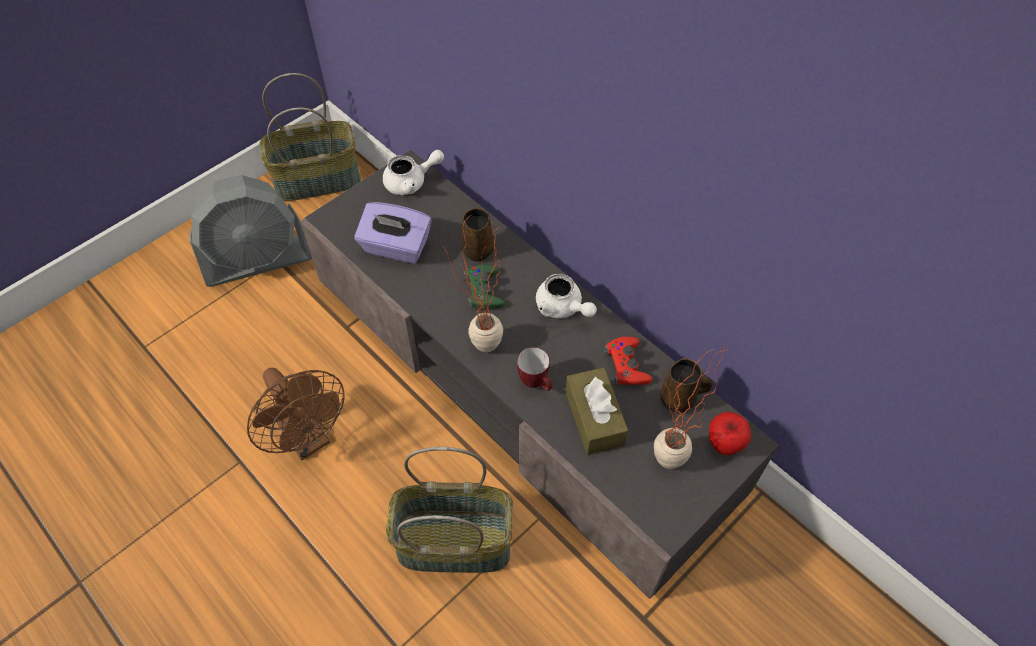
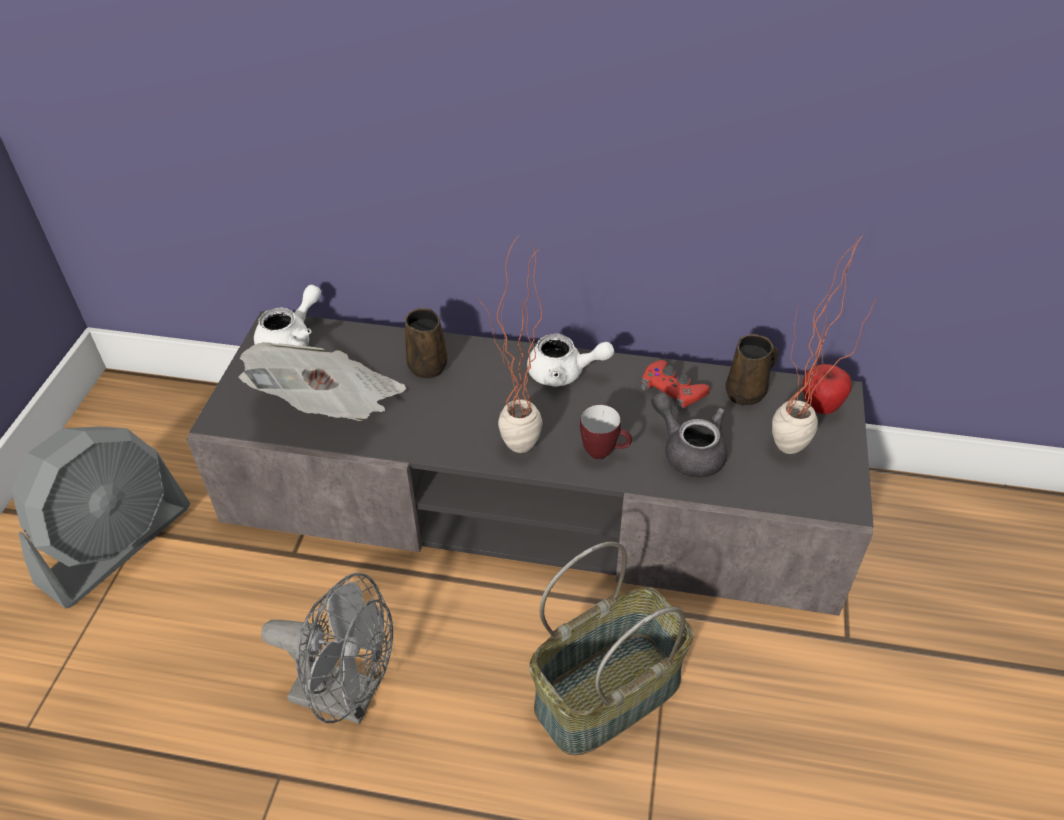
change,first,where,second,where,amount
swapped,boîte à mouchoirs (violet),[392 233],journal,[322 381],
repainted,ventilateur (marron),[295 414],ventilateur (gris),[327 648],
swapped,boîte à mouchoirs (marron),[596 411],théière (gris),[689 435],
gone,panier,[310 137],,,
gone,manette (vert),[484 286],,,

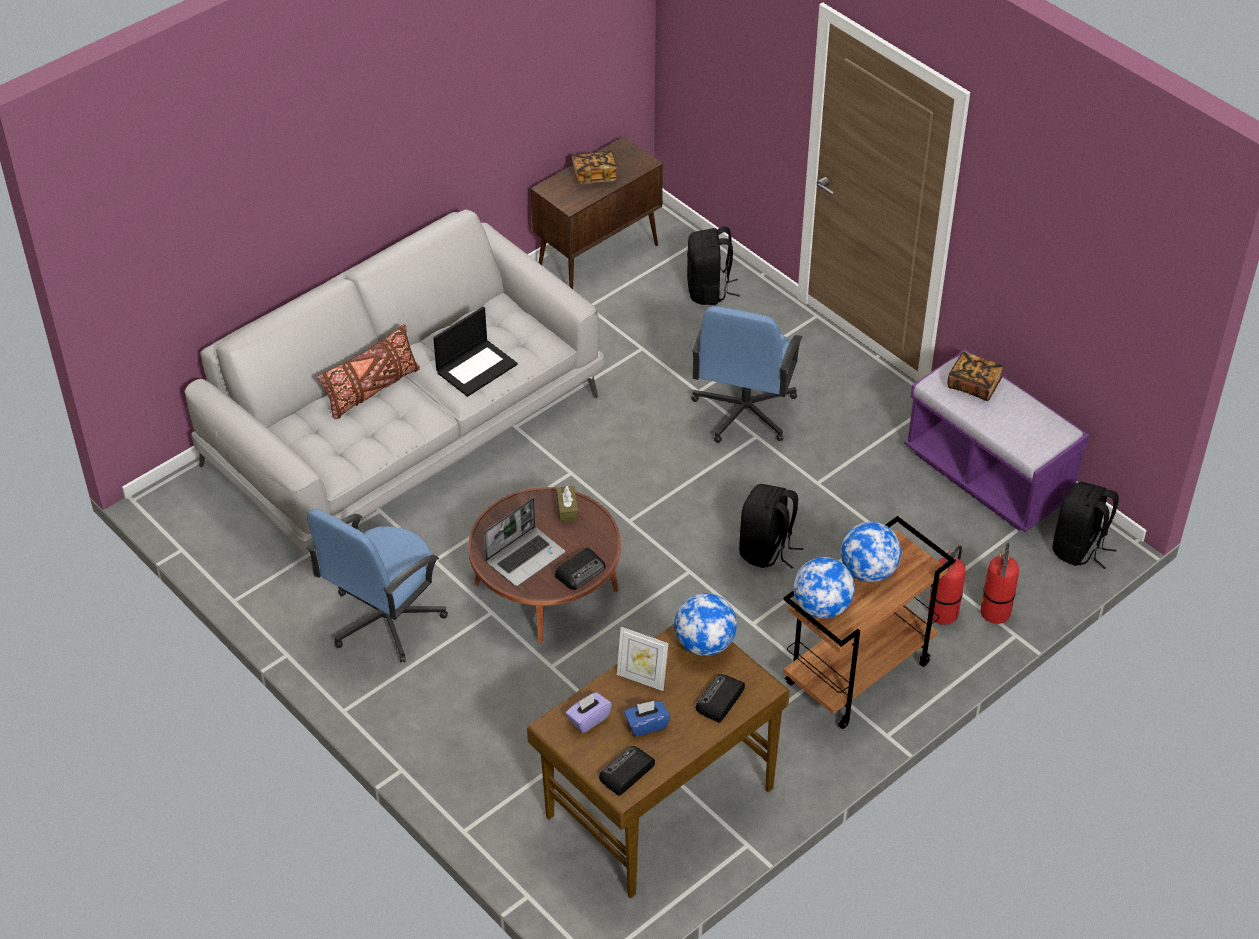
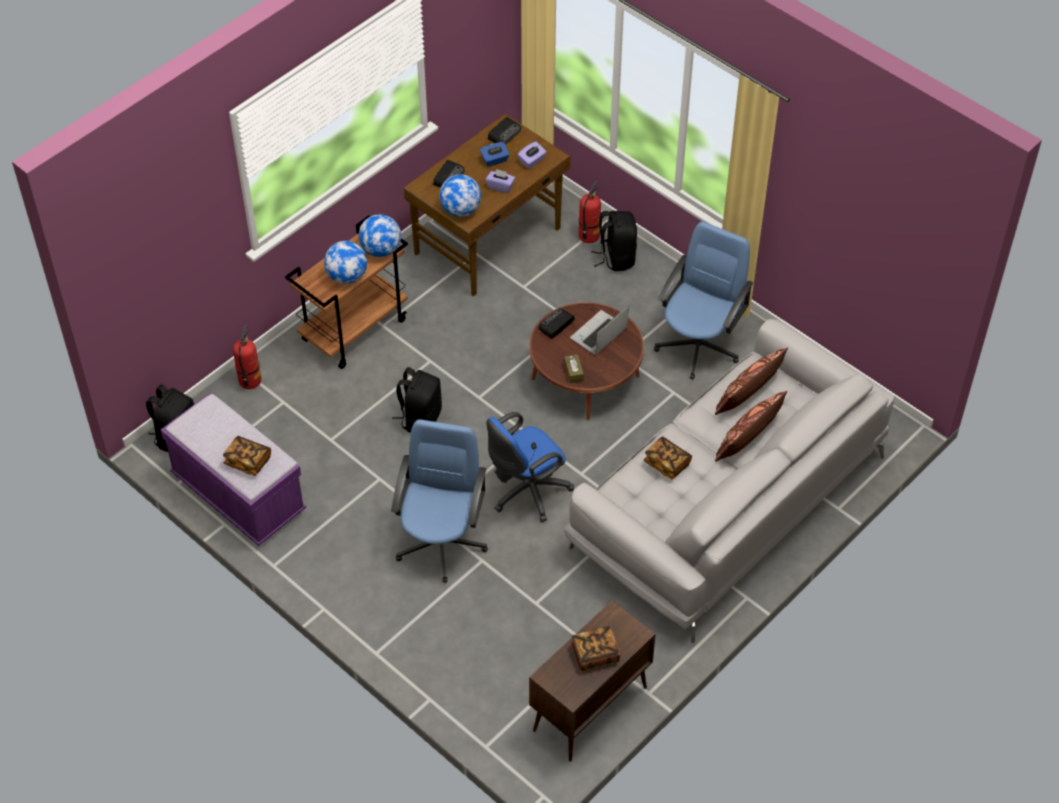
change,first,where,second,where,amount
swapped,cadre photo,[643 659],boîte à mouchoirs (violet),[500 181],
new,,,chaise de bureau (bleu),[530 467],
shifted,extincteur,[947 585],,[590 212],
shifted,sac à dos (noir),[713 265],,[614 241],
swapped,ordinateur portable,[475 351],livre,[668 458],
new,,,coussin (marron),[751 381],

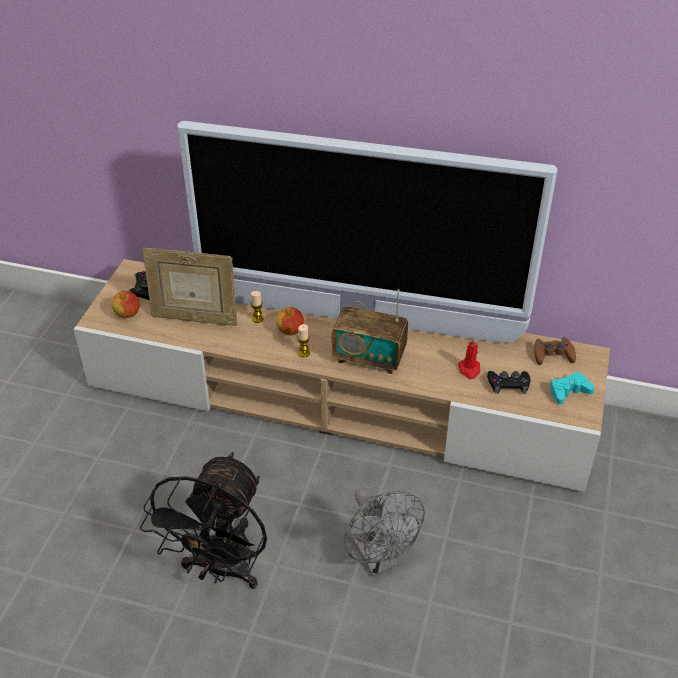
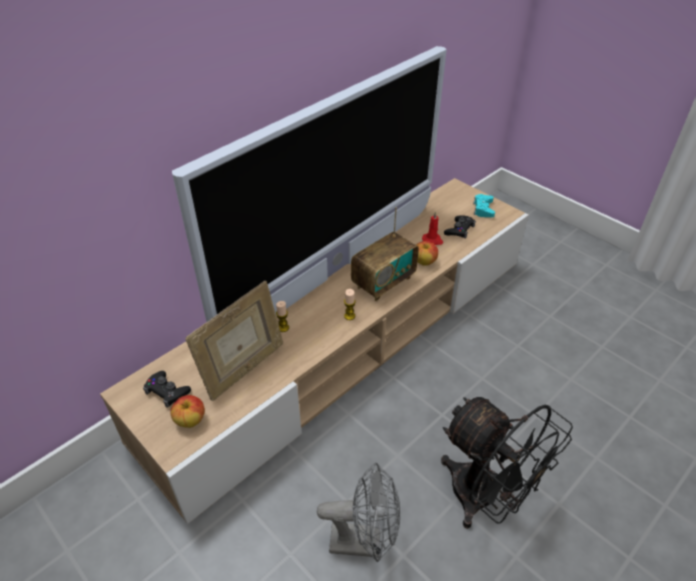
change,first,where,second,where,amount
shifted,ventilateur (gris),[385 532],,[358 512],
shifted,pomme,[290 321],,[427 253],
gone,manette (marron),[555 351],,,

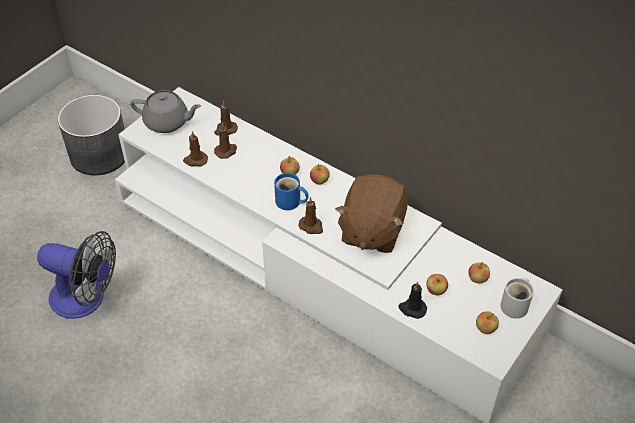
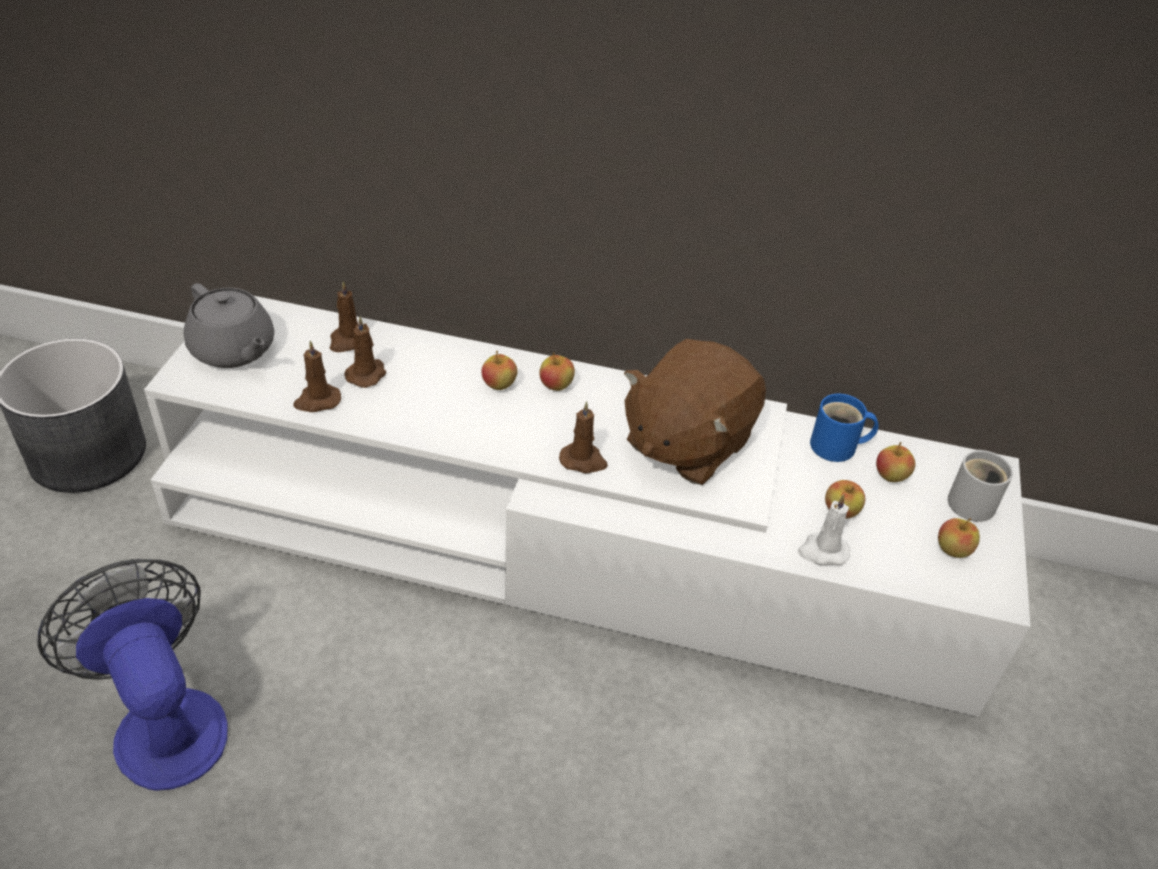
change,first,where,second,where,amount
rotated,ventilateur,[76 275],,[132 675],120 degrees counterclockwise
rotated,théière (gris),[165 111],,[229 325],60 degrees clockwise
rotated,peluche (marron),[371 213],,[695 412],45 degrees clockwise
repainted,bougie (noir),[412 300],bougie (blanc),[824 530],
shifted,mug (bleu),[291 191],,[844 428],

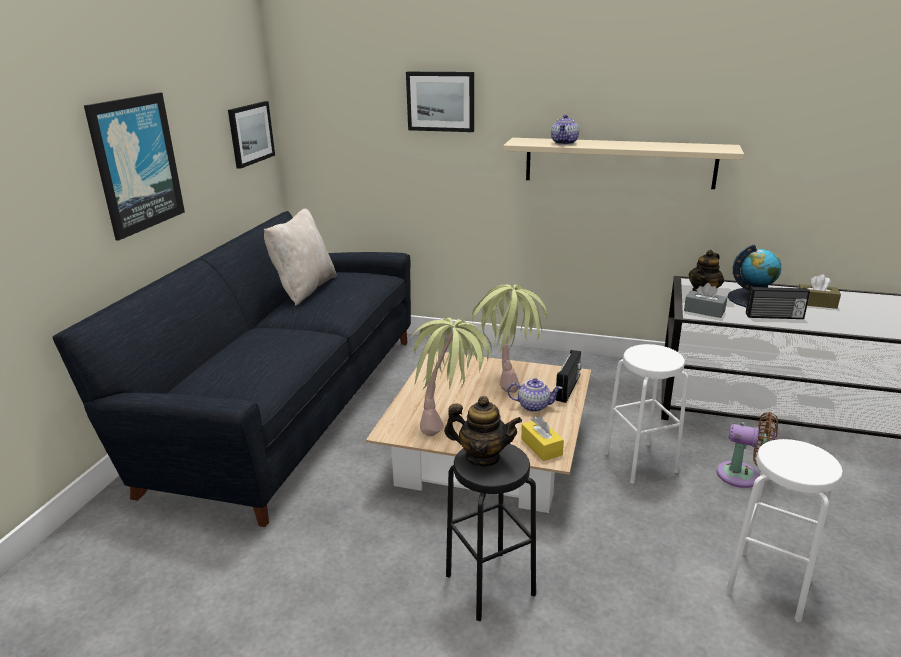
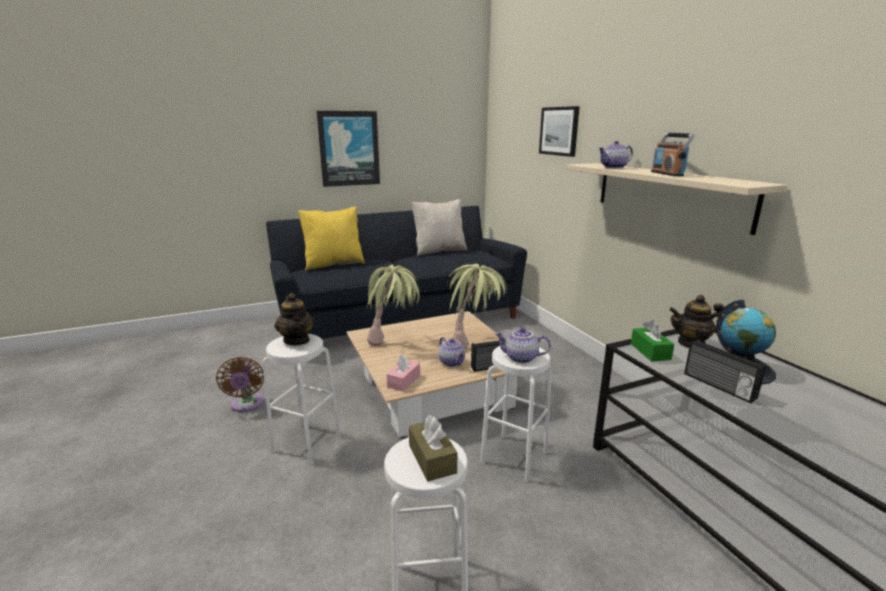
change,first,where,second,where,amount
shifted,ventilateur (marron),[747 450],,[240 384],
repainted,tabouret (noir),[491 532],tabouret (blanc),[301 399],
new,,,coussin (jaune),[331 238],
repainted,boîte à mouchoirs (jaune),[542 438],boîte à mouchoirs (rose),[403 373],
shifted,boîte à mouchoirs (marron),[819 291],,[433 448],
new,,,théière,[522 345],
repainted,boîte à mouchoirs (gris),[705 300],boîte à mouchoirs (vert),[652 341],
new,,,radio,[673 154],
gone,tableau,[251 135],,,

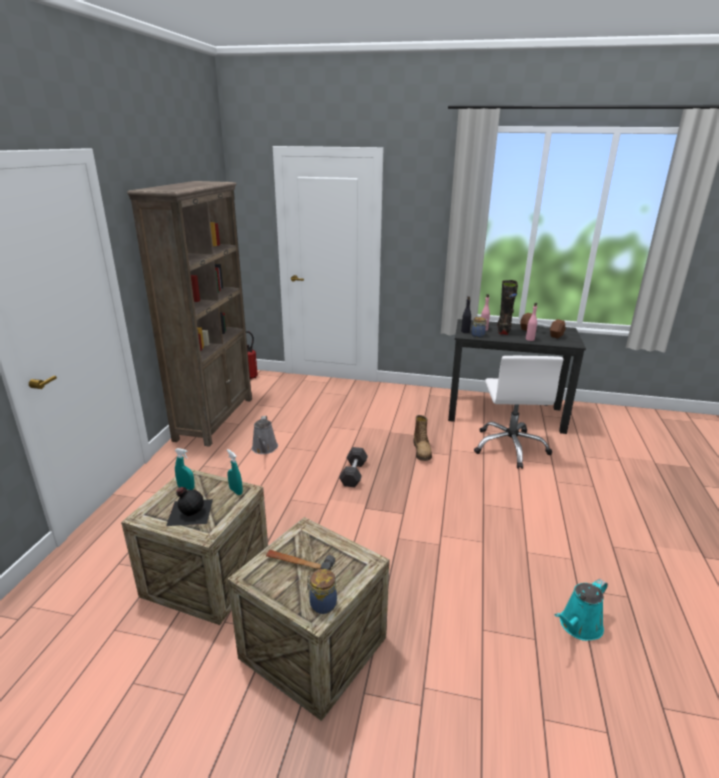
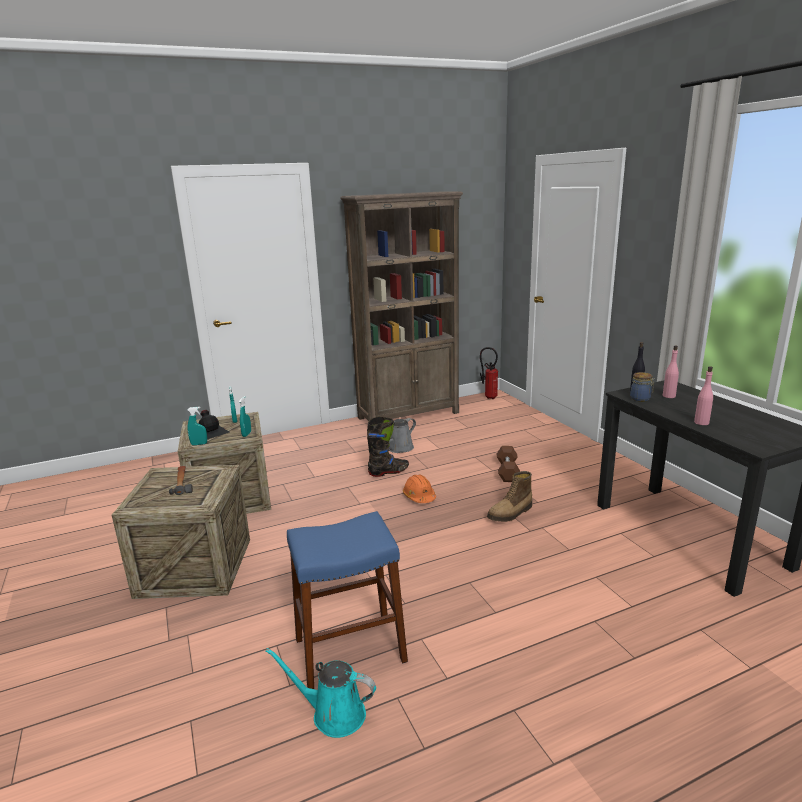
change,first,where,second,where,amount
new,,,vaporisateur (turquoise),[197 426],
new,,,tabouret (bleu),[347 600],
shifted,botte (noir),[507 307],,[388 446],
swapped,haltère (gris),[353 467],casque de chantier (orange),[419 488],
shifted,haltère (marron),[543 325],,[508 464],
gone,bocal,[322 591],,,
gone,chaise de bureau (blanc),[519 412],,,

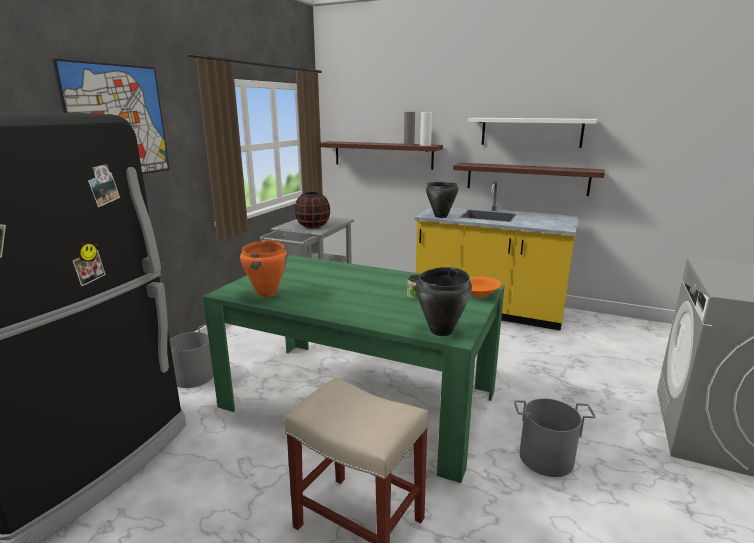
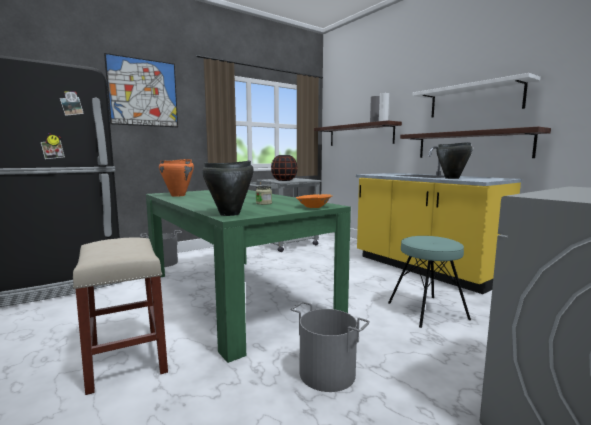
change,first,where,second,where,amount
new,,,tabouret (turquoise),[429 282],
shifted,marmite (noir),[442 200],,[454 160],

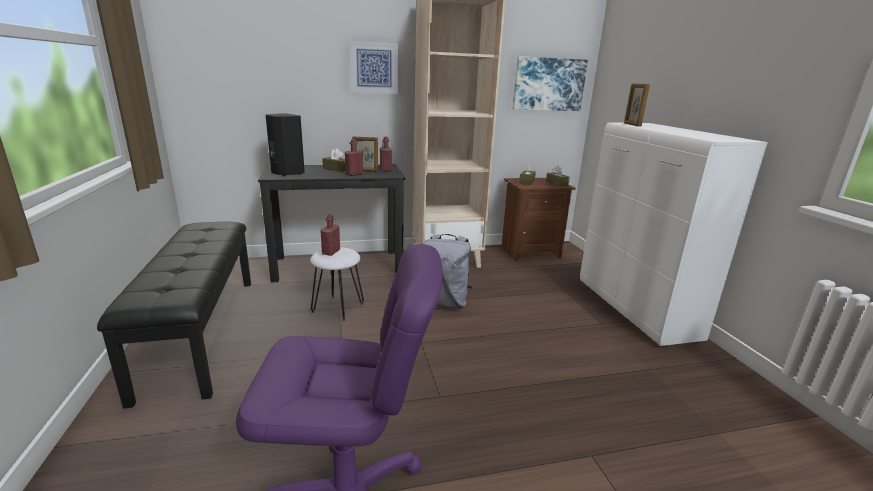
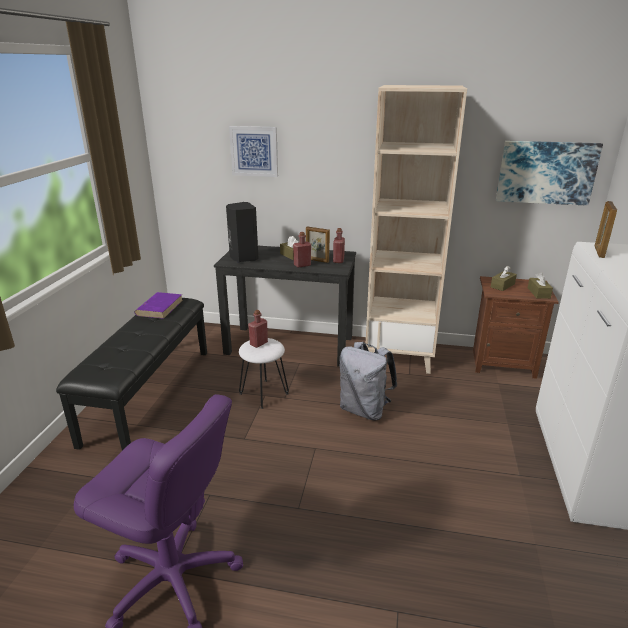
change,first,where,second,where,amount
new,,,livre (violet),[158 305],
shifted,tableau,[373 67],,[253 151],

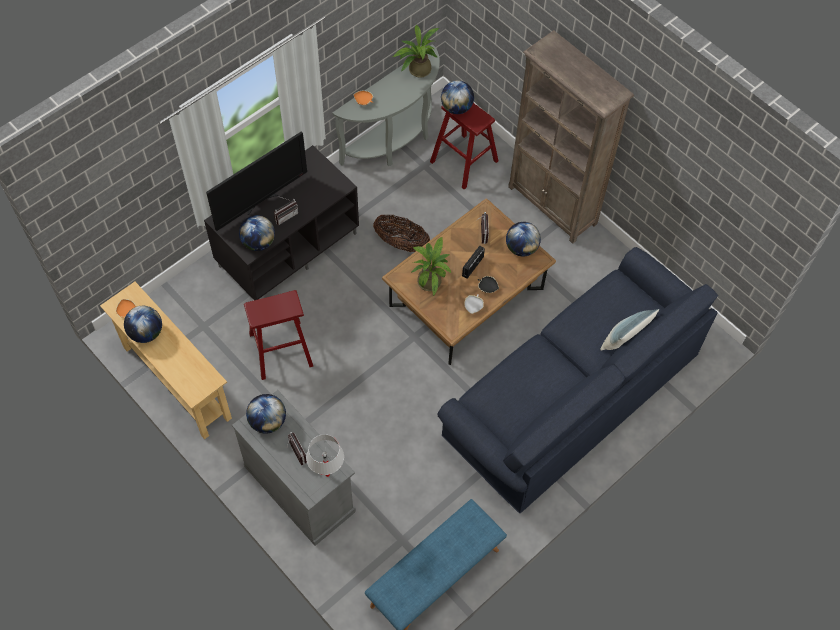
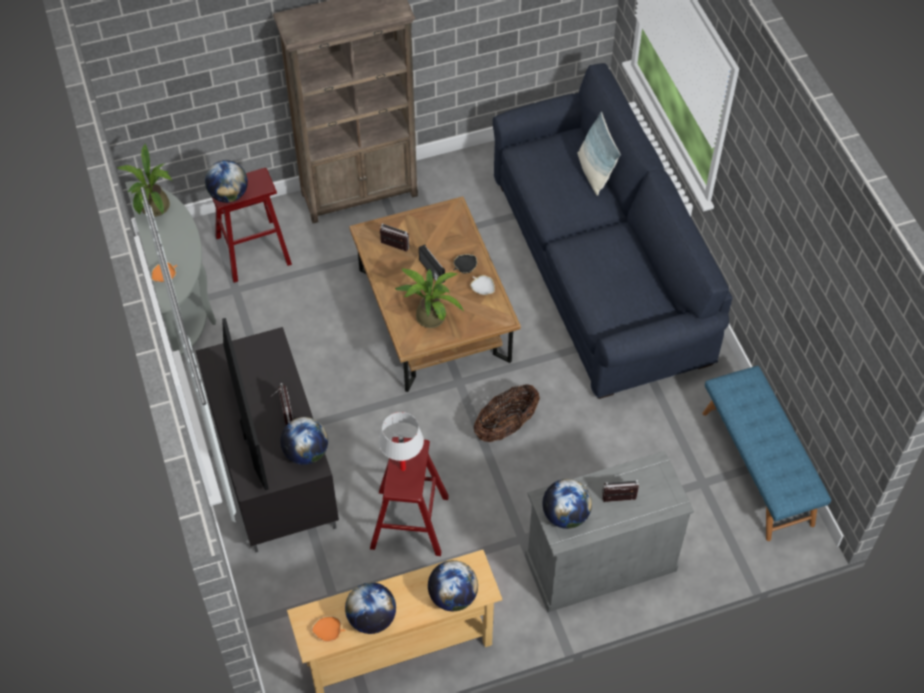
change,first,where,second,where,amount
shifted,lampe de table (blanc),[325 455],,[401 441],
shifted,globe,[523 239],,[453 585],
shifted,panier,[401 233],,[507 413],

